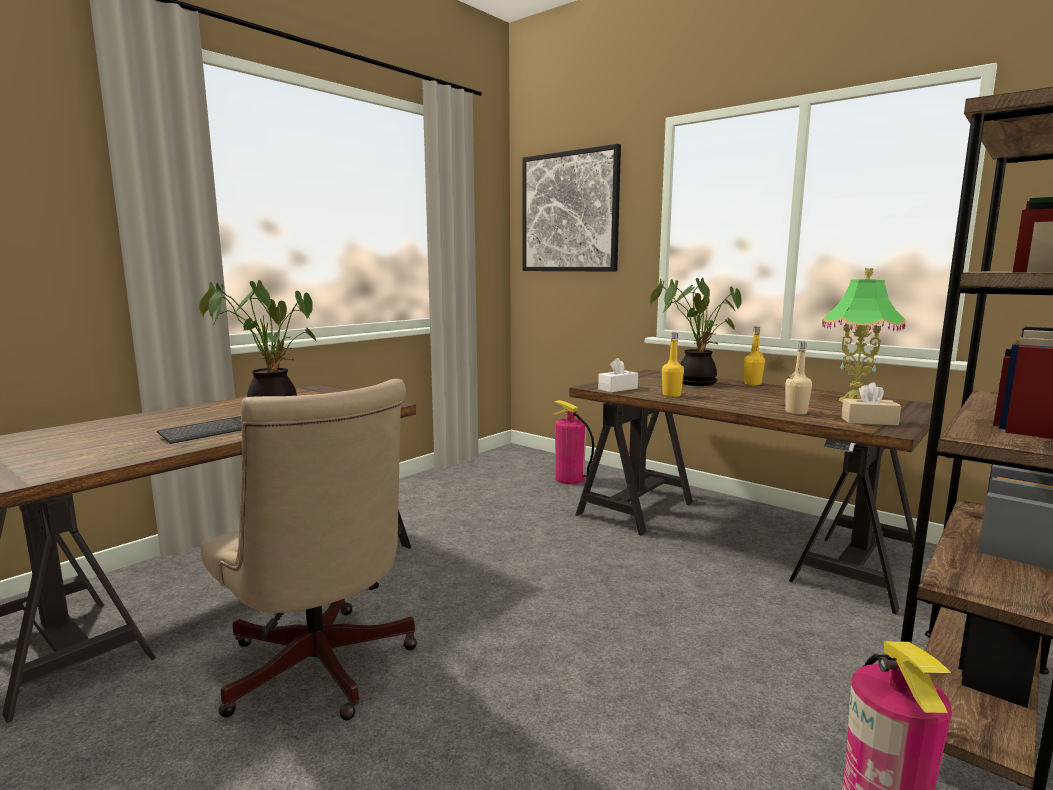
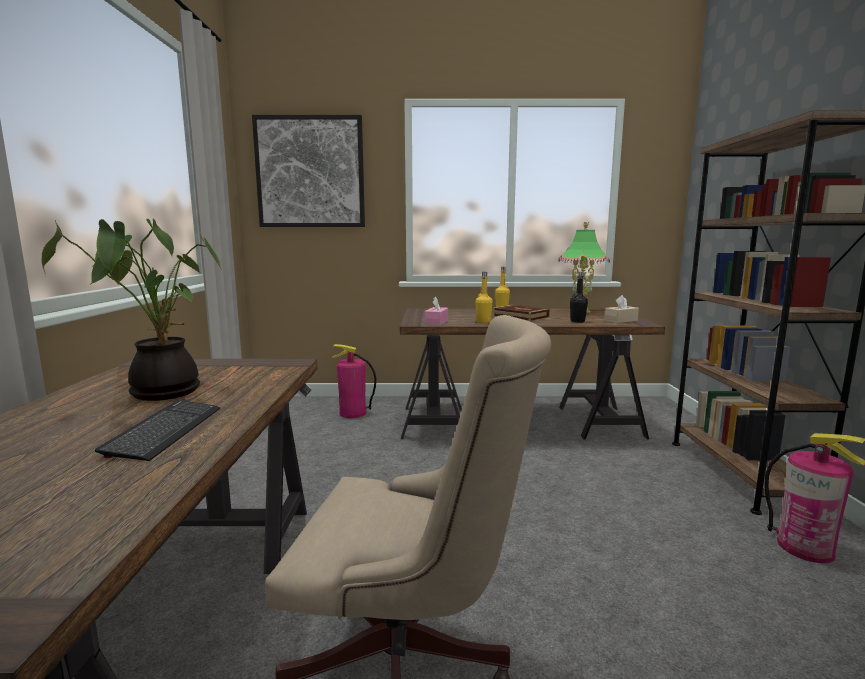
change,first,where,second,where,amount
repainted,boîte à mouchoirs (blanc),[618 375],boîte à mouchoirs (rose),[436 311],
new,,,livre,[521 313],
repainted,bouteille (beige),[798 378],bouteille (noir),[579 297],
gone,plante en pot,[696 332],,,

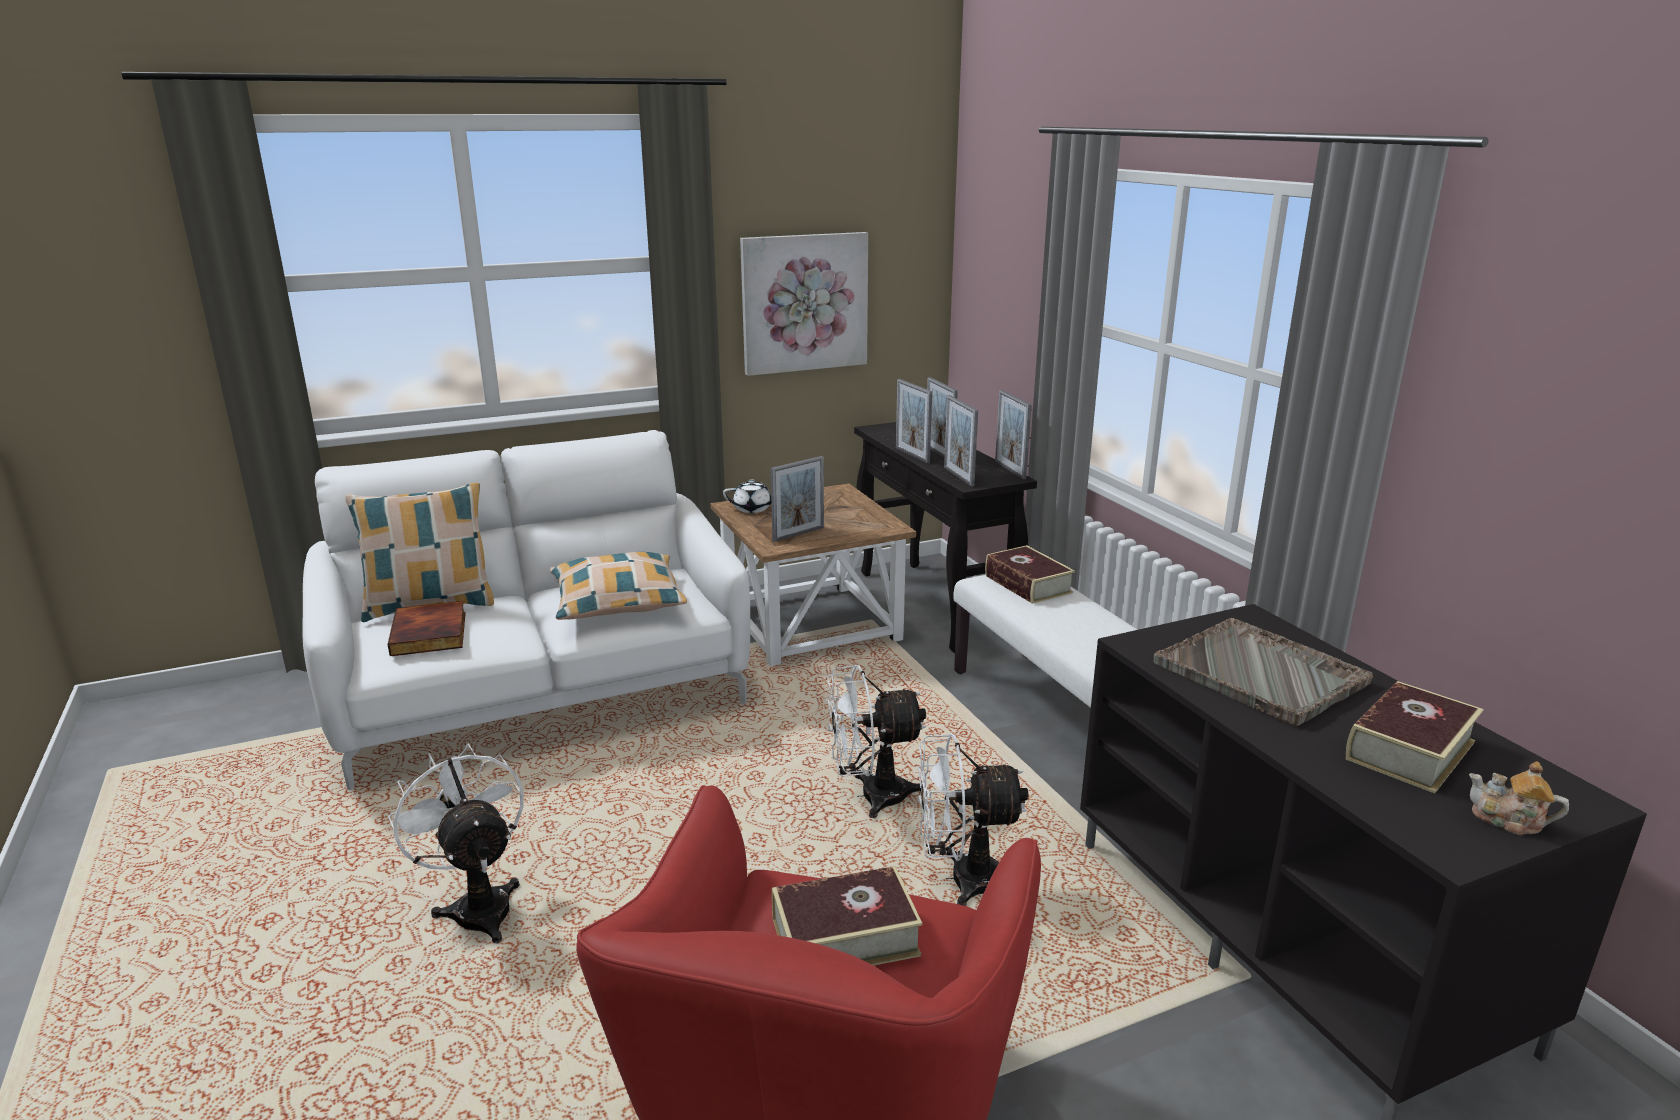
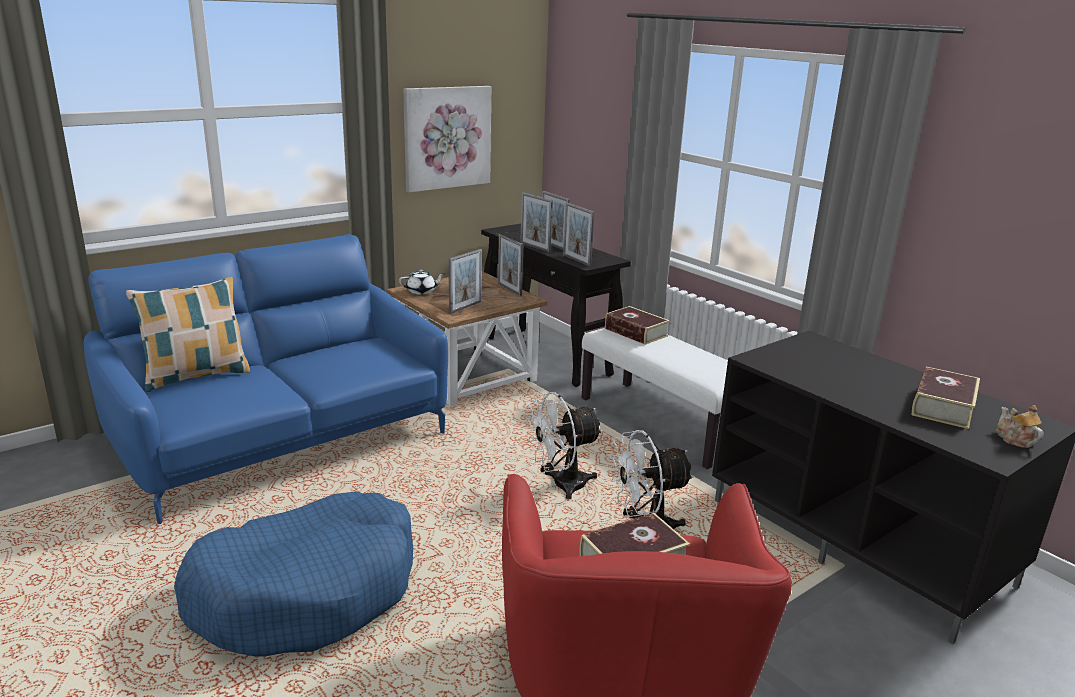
change,first,where,second,where,amount
repainted,canapé (blanc),[526 610],canapé (bleu),[266 379],
swapped,ventilateur (blanc),[456 843],panier pour chien (bleu),[293 574],
shifted,cadre photo,[1013 435],,[510 265],
rotated,théière,[1519 798],,[1019 426],60 degrees clockwise
gone,livre,[427 628],,,
gone,coussin,[618 586],,,
gone,plateau (gris),[1263 672],,,

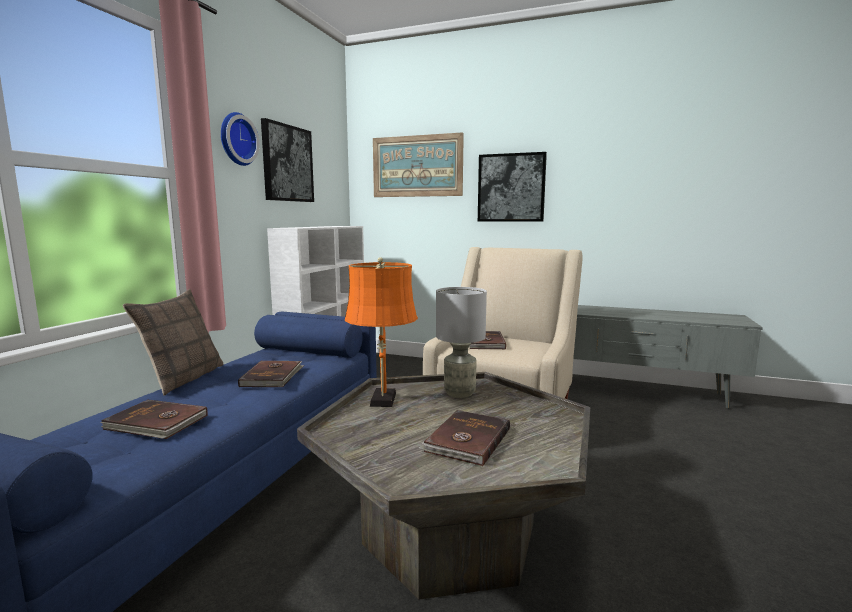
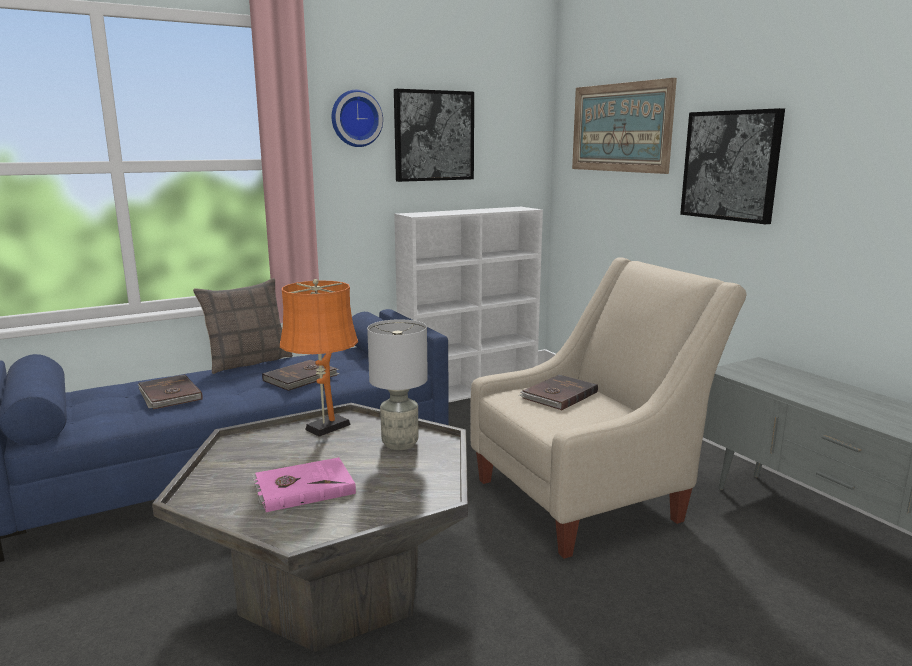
change,first,where,second,where,amount
repainted,livre (marron),[464 438],livre (rose),[304 484],

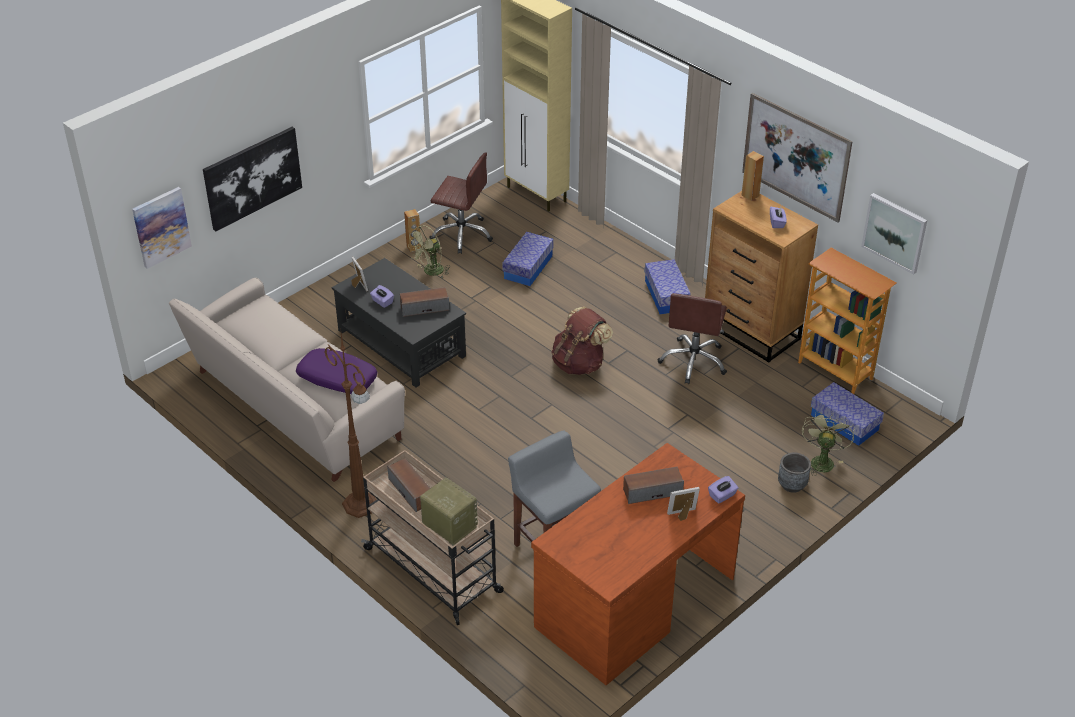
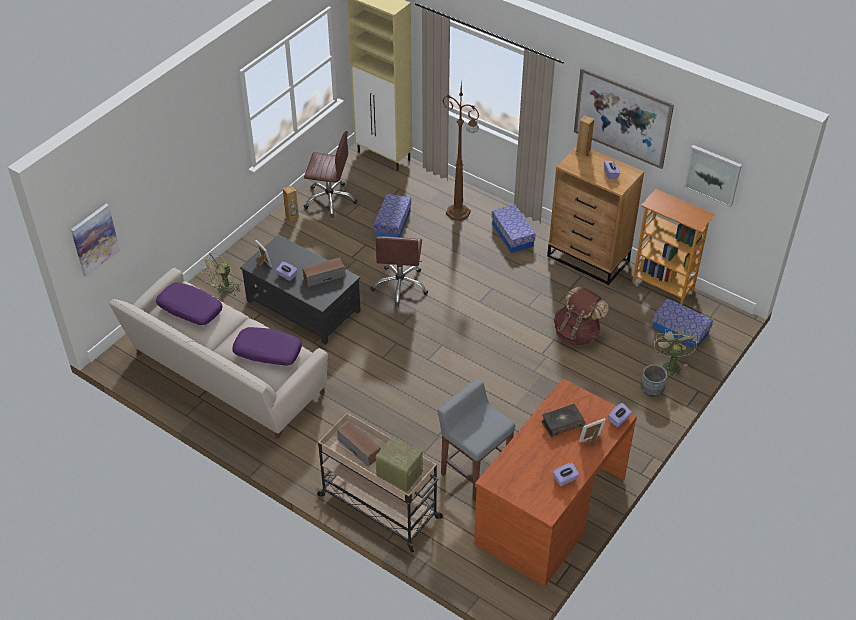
change,first,where,second,where,amount
new,,,coussin (violet),[189 304],
shifted,ventilateur (vert),[428 252],,[221 275],
shifted,chaise de bureau (marron),[692 338],,[399 271],
shifted,lampadaire (marron),[350 426],,[460 151],
swapped,enceinte,[653 485],livre,[563 420],
new,,,boîte à mouchoirs (violet),[566 474],
shifted,sac à dos (marron),[582 341],,[581 316],
gone,tableau,[252 179],,,

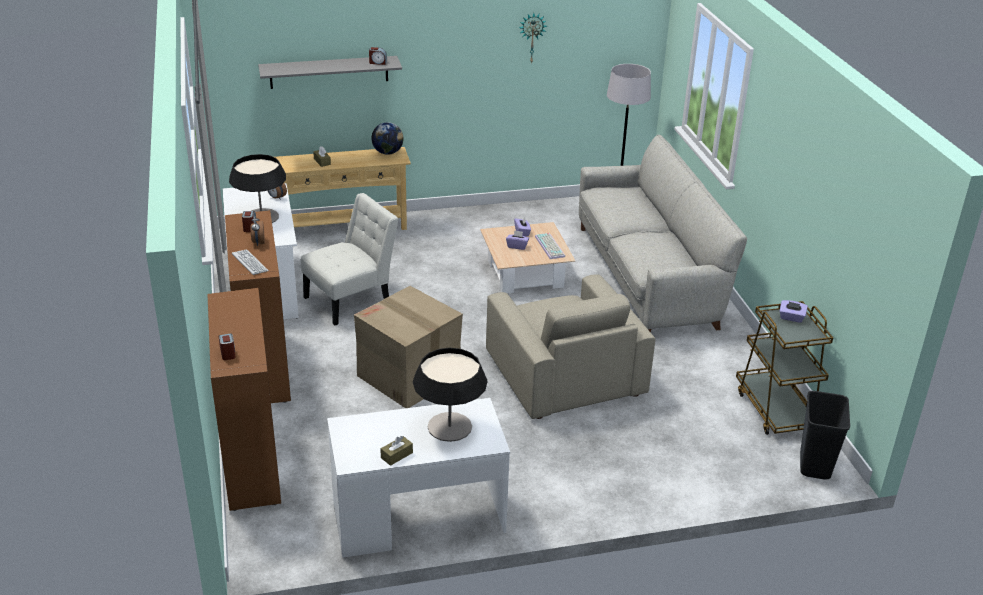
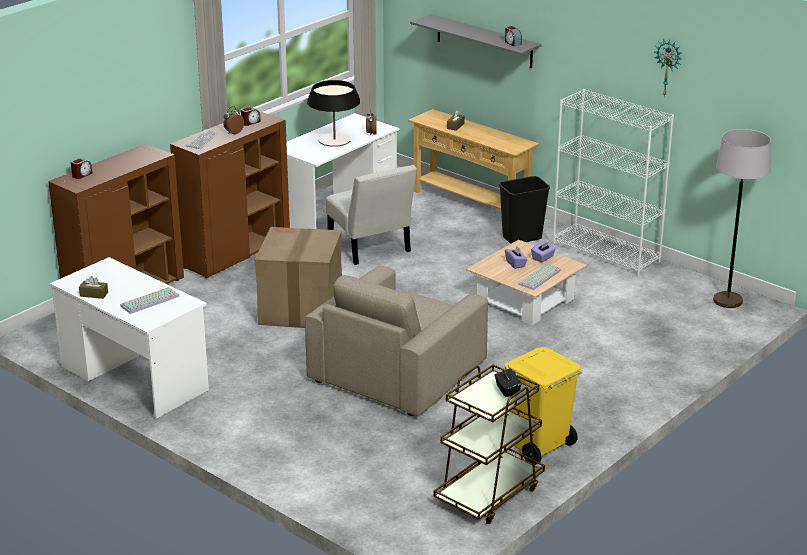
change,first,where,second,where,amount
swapped,lampe de table,[450 394],clavier,[150 300],
rotated,chaise (blanc),[350 259],,[371 215],45 degrees clockwise
repainted,boîte à mouchoirs (violet),[794 311],boîte à mouchoirs (noir),[507 382],
shifted,poubelle (noir),[825 435],,[524 209],
new,,,poubelle (jaune),[544 406],
new,,,bibliothèque (blanc),[613 182],
gone,globe,[387 138],,,
gone,canapé (gris),[663 233],,,

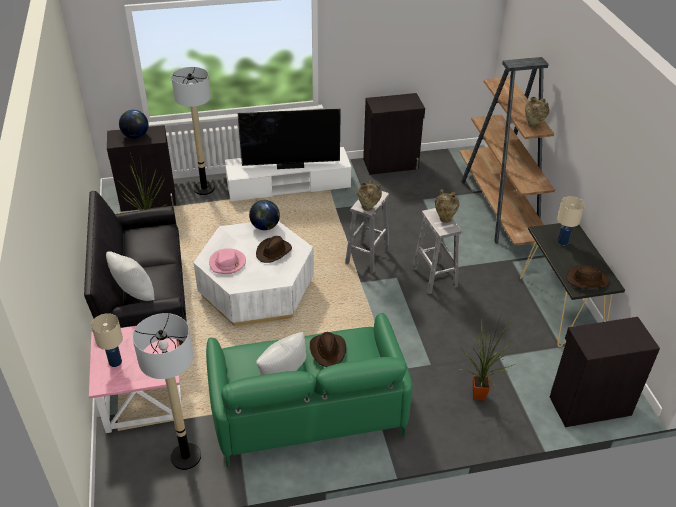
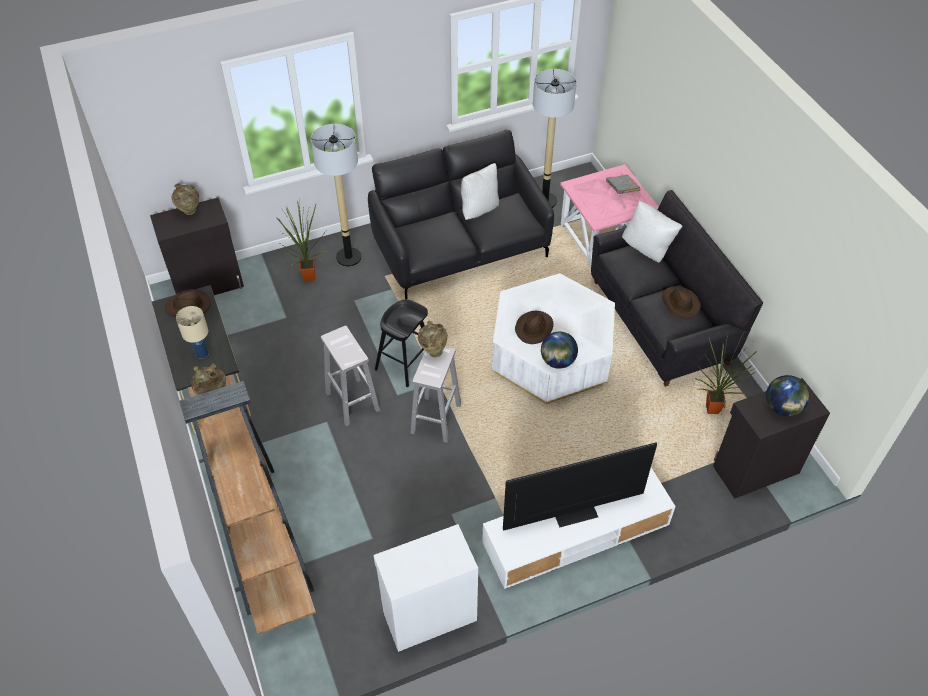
change,first,where,second,where,amount
shifted,vase (beige),[447 206],,[185 199],
shifted,lampadaire,[193 131],,[336 195],
repainted,canapé (vert),[309 390],canapé (noir),[461 214],
repainted,meuble de rangement (noir),[394 134],meuble de rangement (blanc),[425 588],
new,,,tabouret (noir),[401 343],
swapped,lampe de table (beige),[107 340],livre (gris),[623 184],
shifted,chapeau (marron),[328 349],,[681 302],
gone,chapeau (rose),[227 261],,,

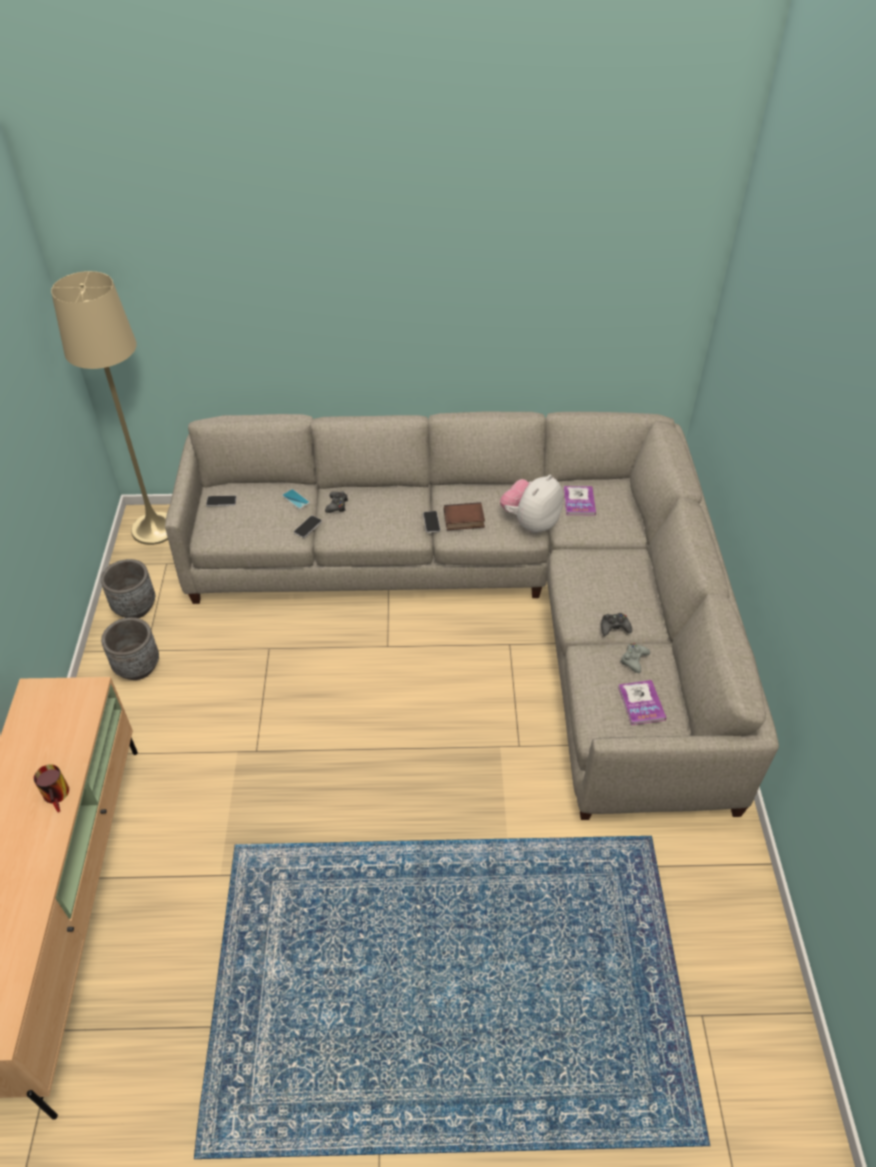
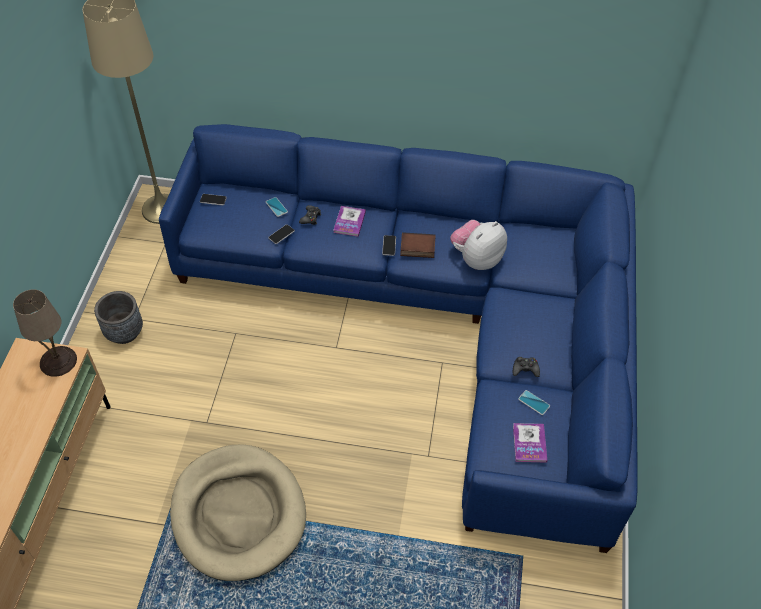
change,first,where,second,where,amount
new,,,lampe de table (beige),[45 333],
repainted,canapé (gris),[472 615],canapé (bleu),[398 338],
new,,,panier pour chien (beige),[238 512],
shifted,livre,[579 500],,[349 221],
swapped,manette (gris),[635 658],téléphone,[534 402],
gone,mug,[51 788],,,
gone,cache-pot (gris),[128 588],,,

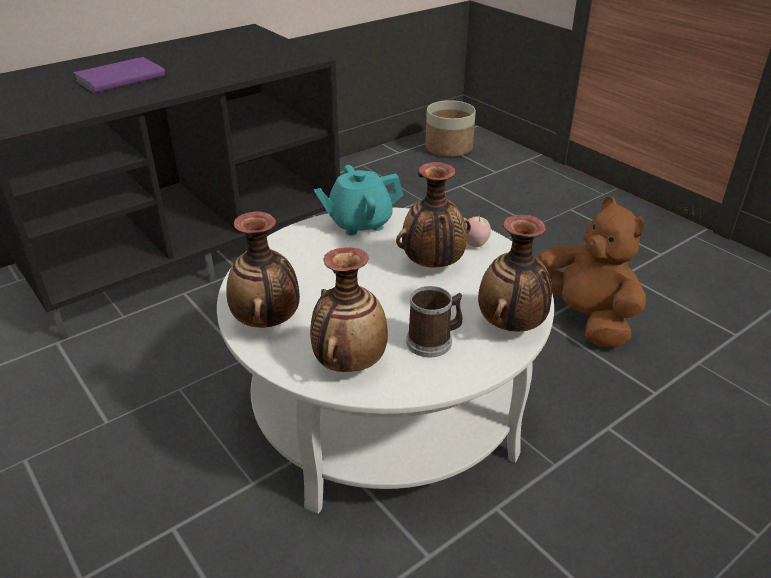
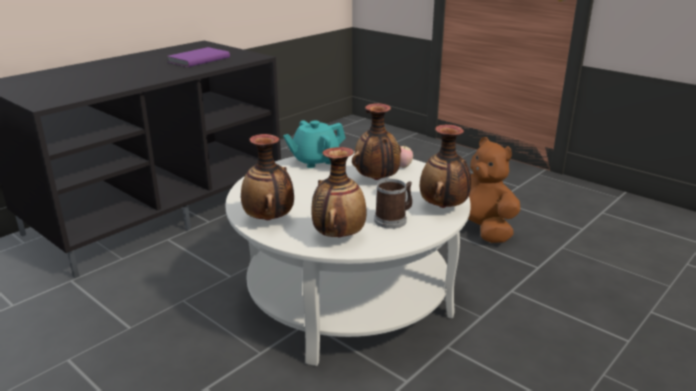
change,first,where,second,where,amount
shifted,livre (violet),[119 75],,[199 57],
gone,cache-pot,[450 128],,,

